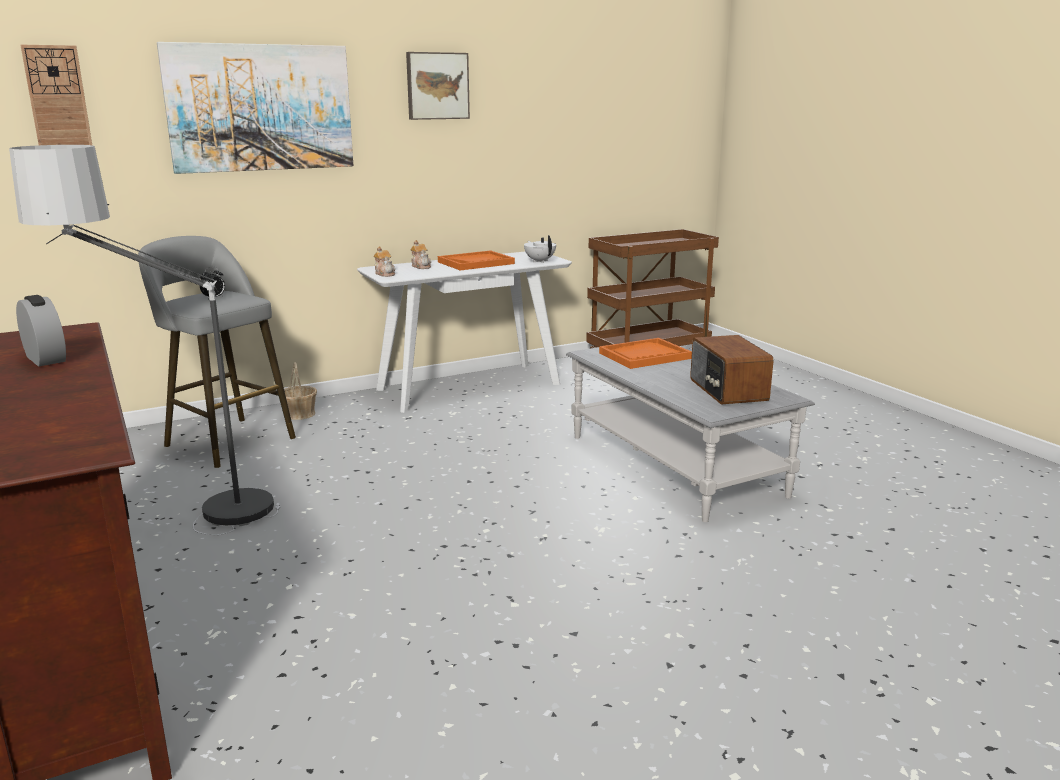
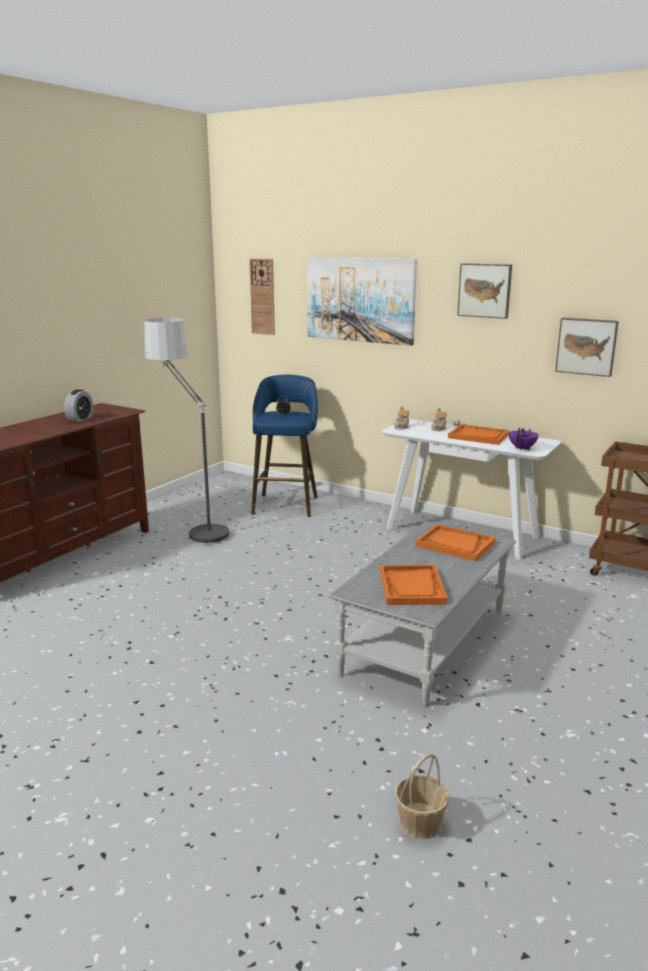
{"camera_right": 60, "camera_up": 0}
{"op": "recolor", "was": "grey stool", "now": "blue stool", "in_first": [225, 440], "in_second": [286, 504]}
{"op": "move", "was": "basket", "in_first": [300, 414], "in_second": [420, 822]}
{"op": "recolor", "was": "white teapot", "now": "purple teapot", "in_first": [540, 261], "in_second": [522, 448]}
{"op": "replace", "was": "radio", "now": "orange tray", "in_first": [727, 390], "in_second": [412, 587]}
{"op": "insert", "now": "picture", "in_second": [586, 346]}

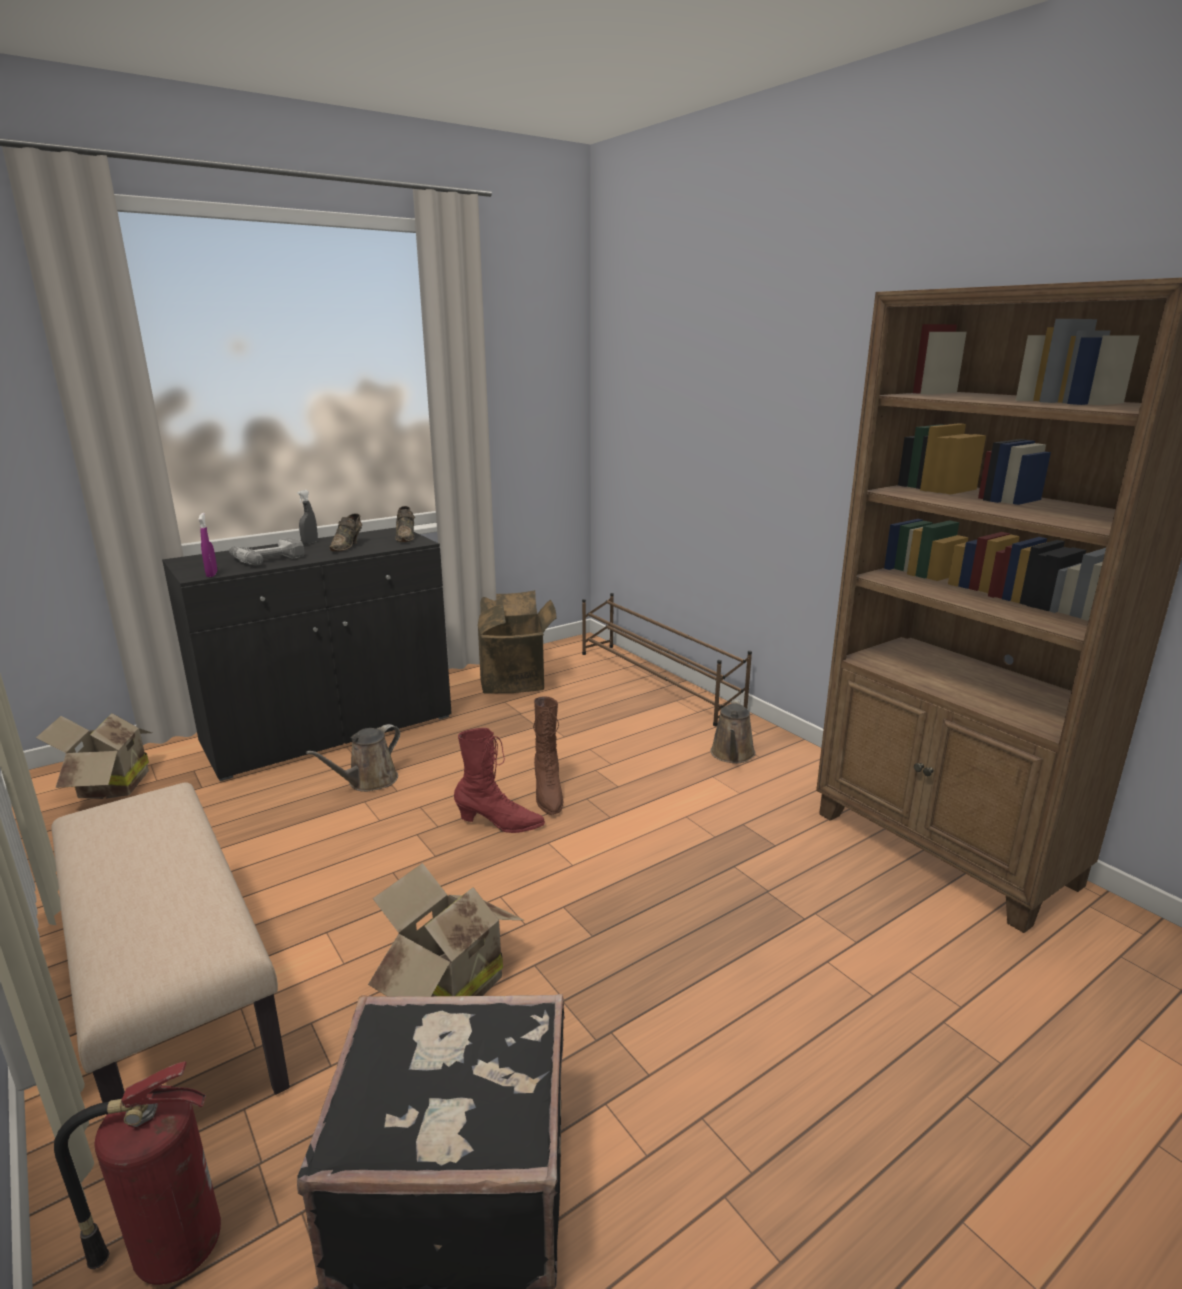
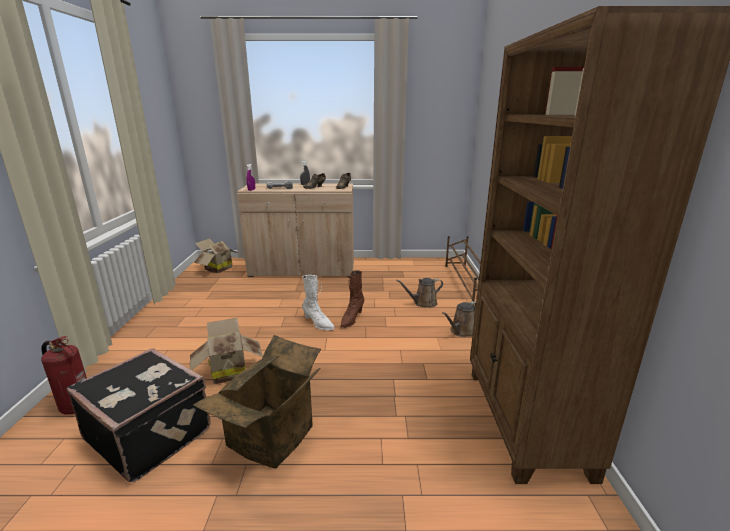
{"camera_right": 35, "camera_up": 0}
{"op": "delete", "was": "beige bench", "in_first": [173, 1000]}
{"op": "recolor", "was": "black cabinet", "now": "beige cabinet", "in_first": [330, 731], "in_second": [302, 270]}
{"op": "move", "was": "brown watering can", "in_first": [369, 782], "in_second": [423, 303]}
{"op": "recolor", "was": "red boot", "now": "white boot", "in_first": [499, 824], "in_second": [318, 323]}
{"op": "move", "was": "cardboard box", "in_first": [516, 680], "in_second": [272, 438]}

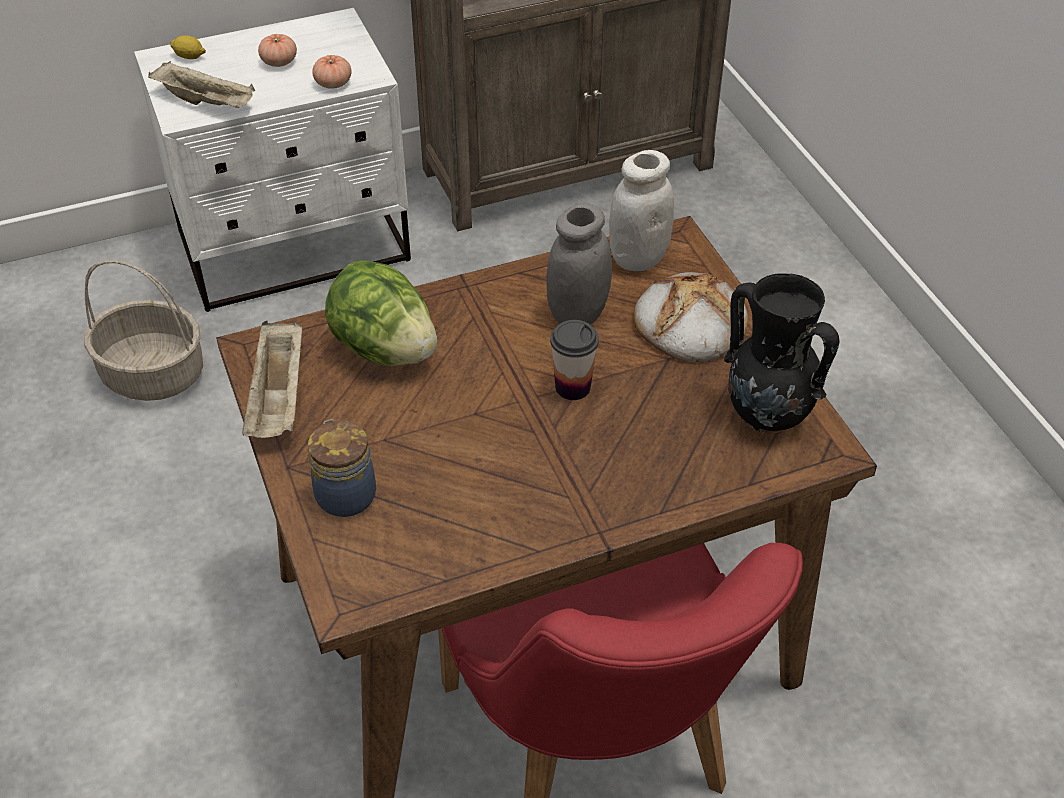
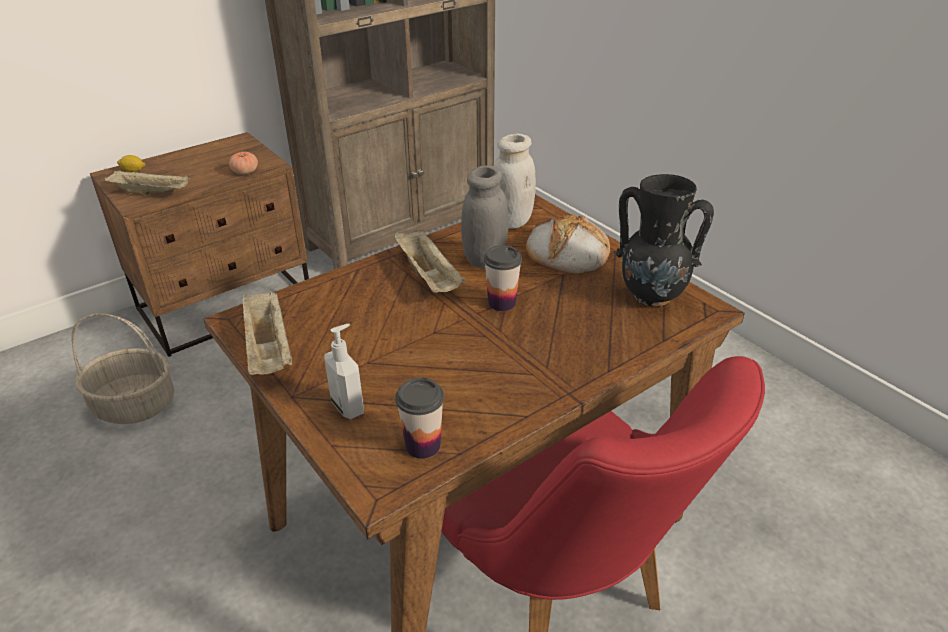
{"camera_right": -15, "camera_up": -10}
{"op": "recolor", "was": "white nightstand", "now": "brown nightstand", "in_first": [295, 247], "in_second": [227, 306]}
{"op": "delete", "was": "tomato", "in_first": [279, 62]}
{"op": "replace", "was": "jar", "now": "soap dispenser", "in_first": [345, 494], "in_second": [348, 406]}
{"op": "delete", "was": "lettuce", "in_first": [384, 349]}
{"op": "insert", "now": "beige tray", "in_second": [430, 277]}
{"op": "insert", "now": "cup", "in_second": [423, 445]}

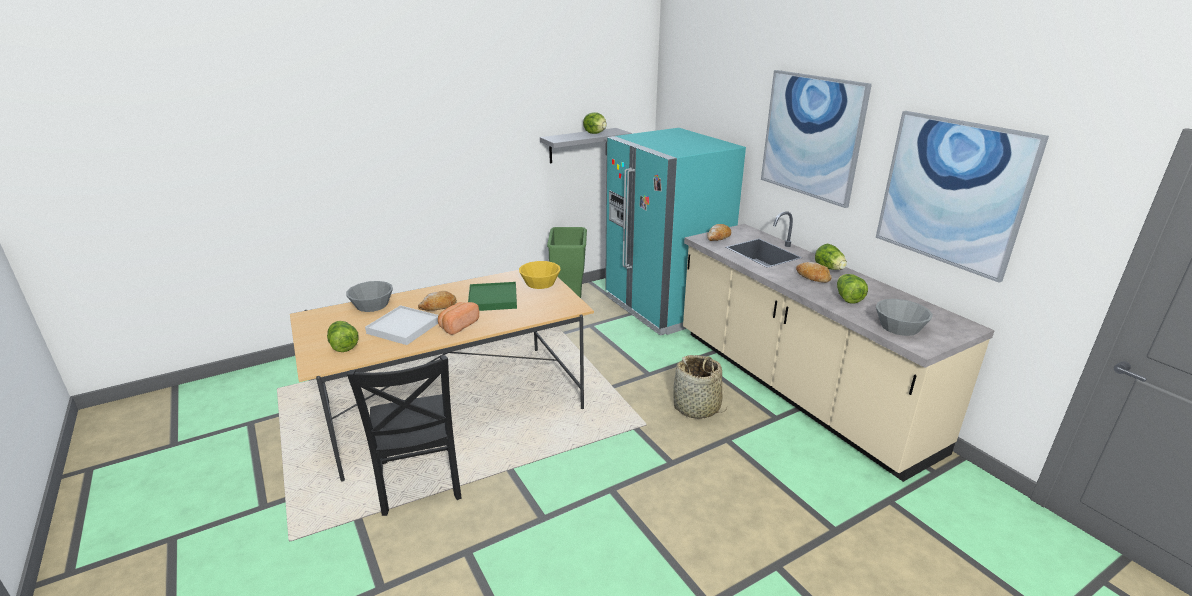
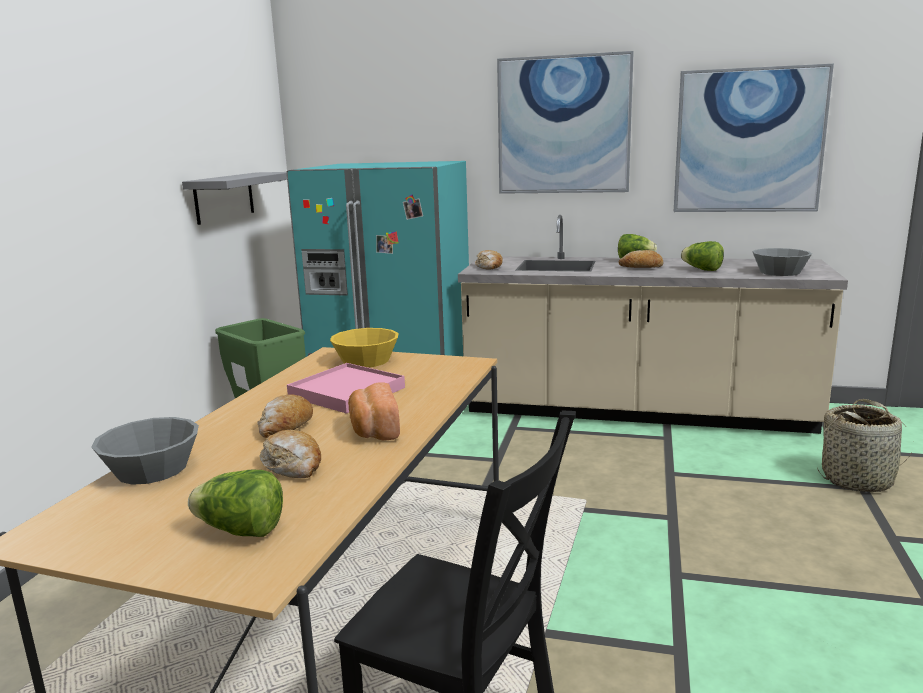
{"camera_right": -45, "camera_up": -10}
{"op": "replace", "was": "white tray", "now": "bread", "in_first": [404, 328], "in_second": [293, 466]}
{"op": "recolor", "was": "green tray", "now": "pink tray", "in_first": [493, 299], "in_second": [347, 392]}
{"op": "delete", "was": "lettuce", "in_first": [595, 133]}
{"op": "move", "was": "basket", "in_first": [697, 407], "in_second": [857, 480]}

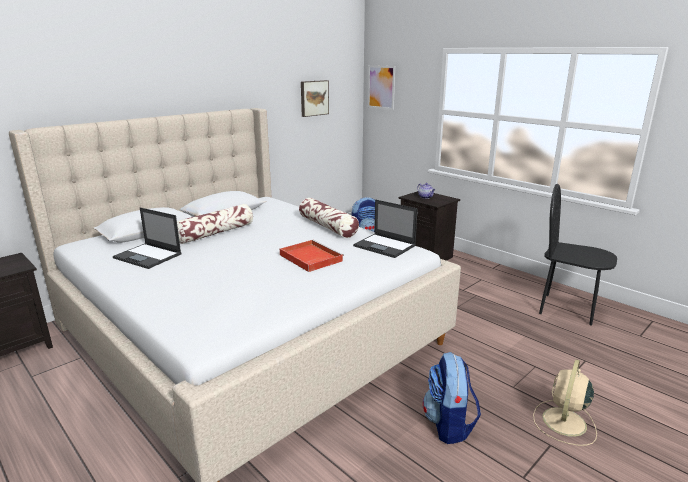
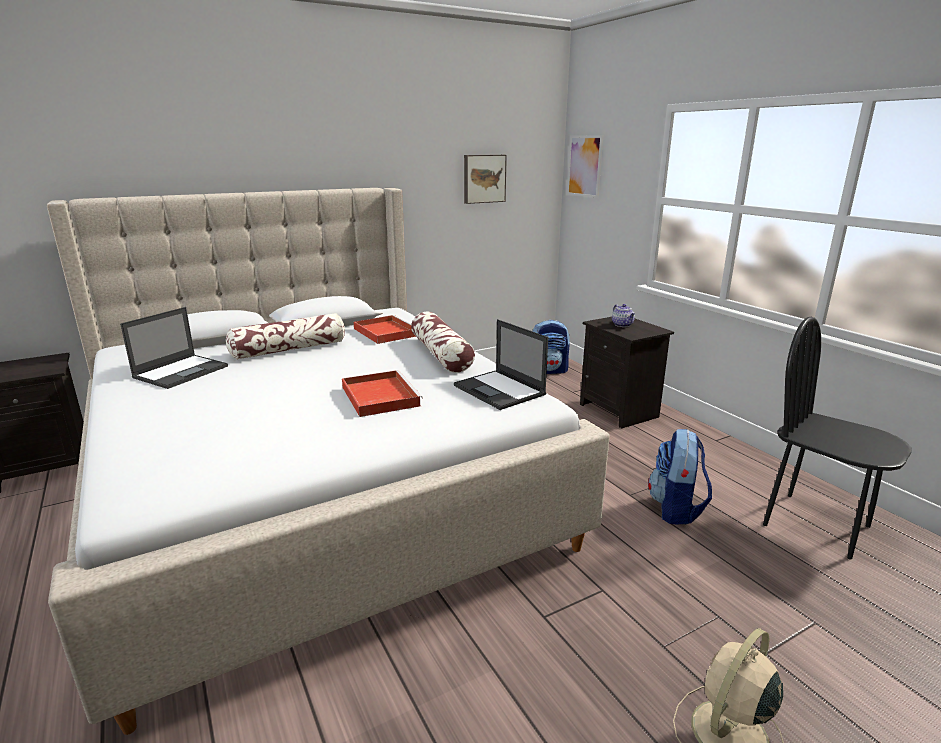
{"camera_right": 15, "camera_up": 0}
{"op": "rotate", "was": "laptop", "in_first": [148, 256], "in_second": [182, 371], "clockwise": -105}
{"op": "move", "was": "backpack", "in_first": [449, 425], "in_second": [676, 509]}
{"op": "insert", "now": "red tray", "in_second": [385, 332]}

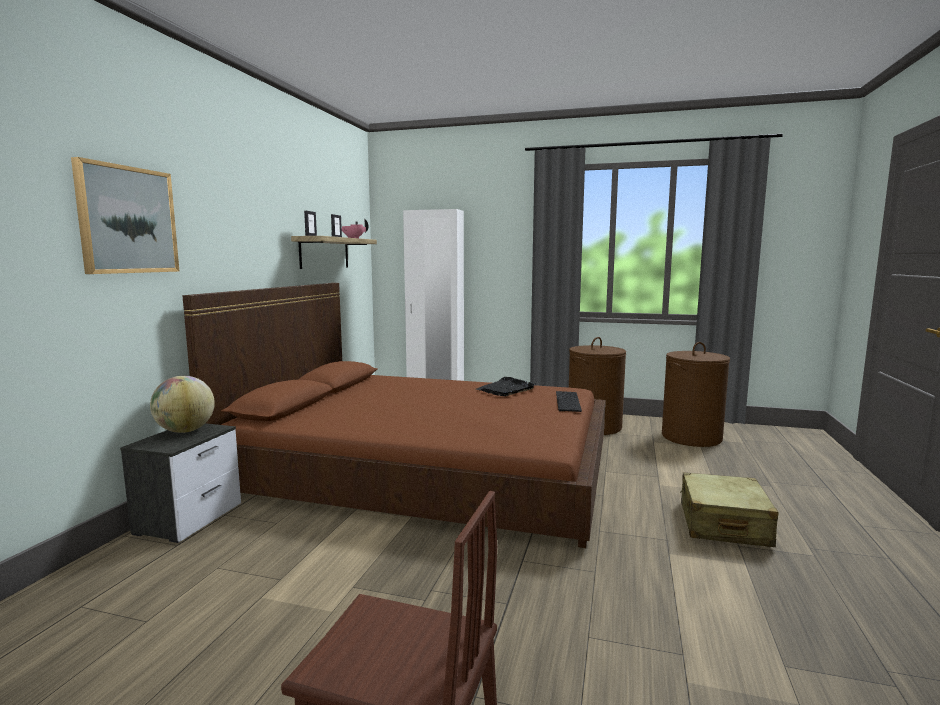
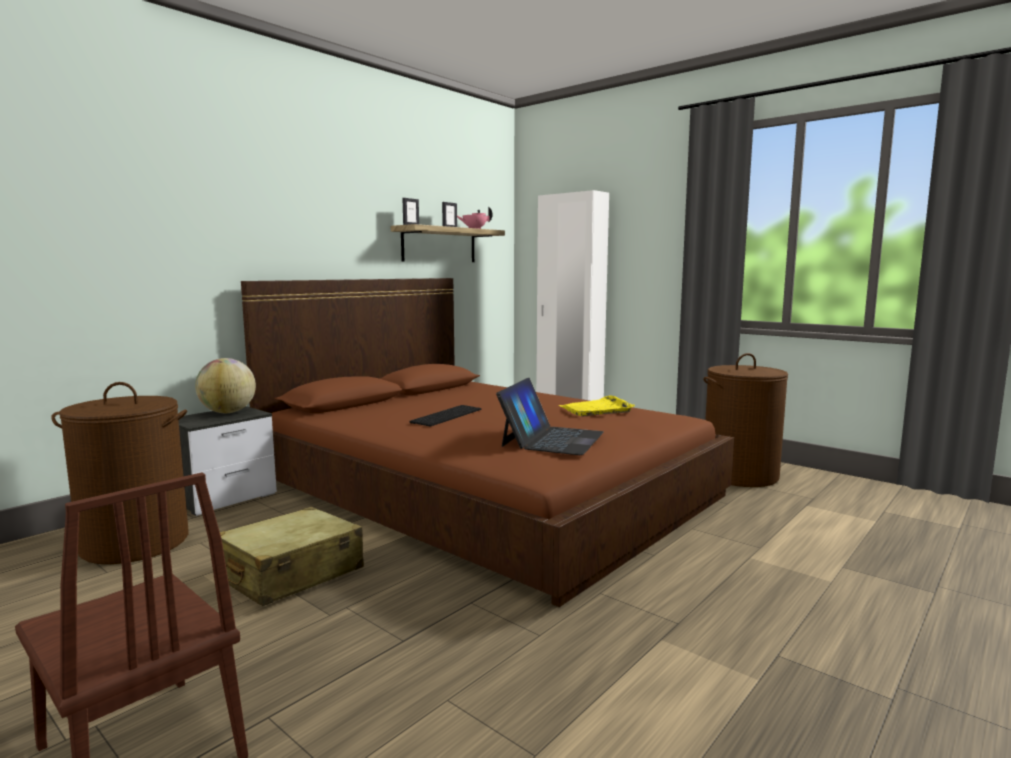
{"camera_right": 25, "camera_up": 0}
{"op": "delete", "was": "picture", "in_first": [127, 220]}
{"op": "recolor", "was": "black tray", "now": "yellow tray", "in_first": [506, 389], "in_second": [596, 409]}
{"op": "move", "was": "keyboard", "in_first": [566, 401], "in_second": [446, 415]}
{"op": "move", "was": "brown laundry basket", "in_first": [691, 437], "in_second": [134, 543]}
{"op": "move", "was": "beige suitcase", "in_first": [723, 524], "in_second": [290, 574]}
{"op": "insert", "now": "laptop", "in_second": [552, 439]}

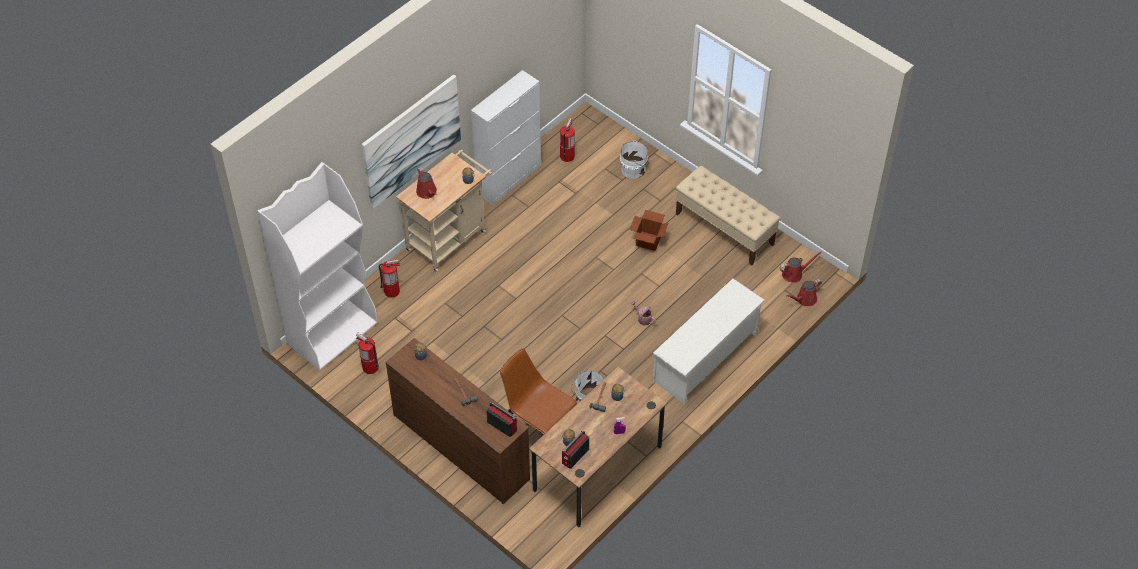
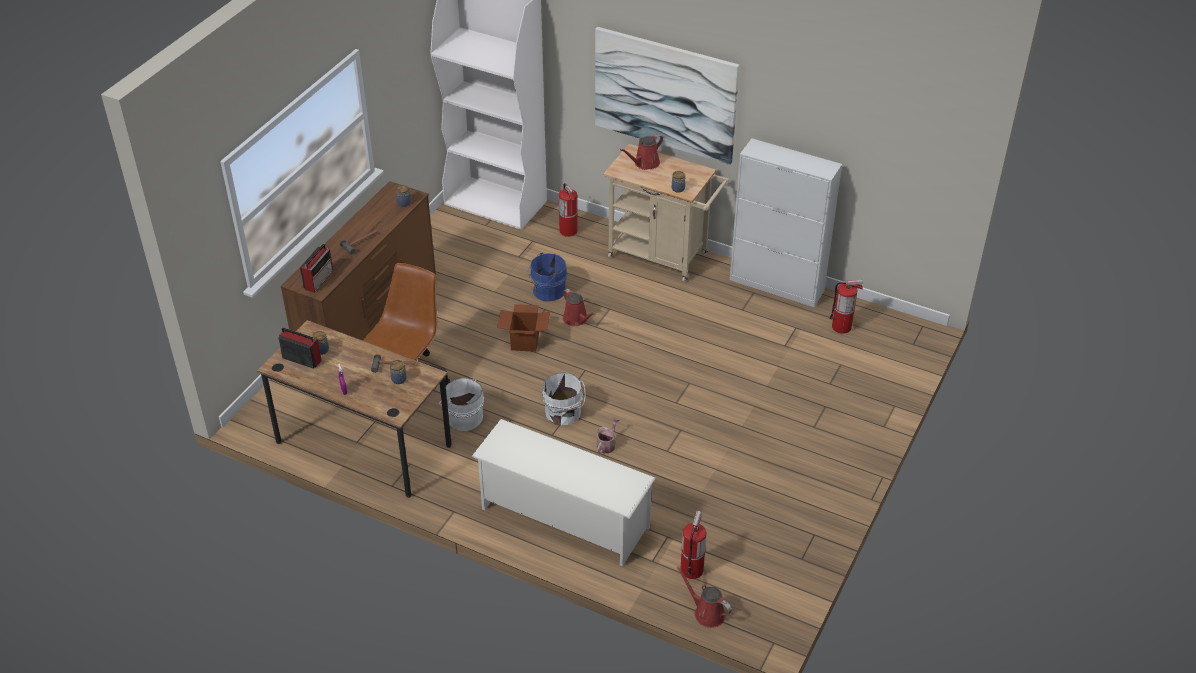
{"camera_right": 75, "camera_up": -10}
{"op": "move", "was": "fire extinguisher", "in_first": [370, 367], "in_second": [691, 569]}
{"op": "move", "was": "white bucket", "in_first": [634, 169], "in_second": [563, 414]}
{"op": "move", "was": "cardboard box", "in_first": [648, 241], "in_second": [525, 342]}
{"op": "delete", "was": "beige bench", "in_first": [725, 229]}
{"op": "move", "was": "red watering can", "in_first": [794, 274], "in_second": [577, 319]}
{"op": "insert", "now": "blue bucket", "in_second": [547, 291]}

